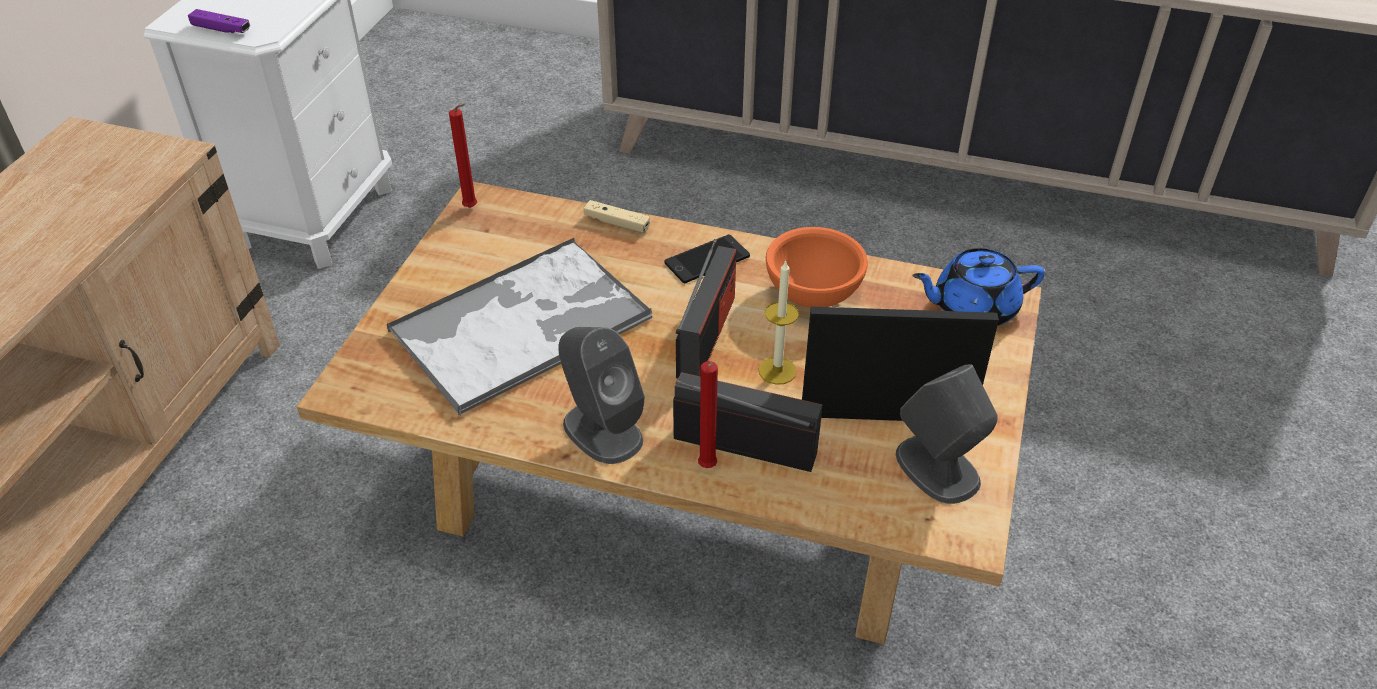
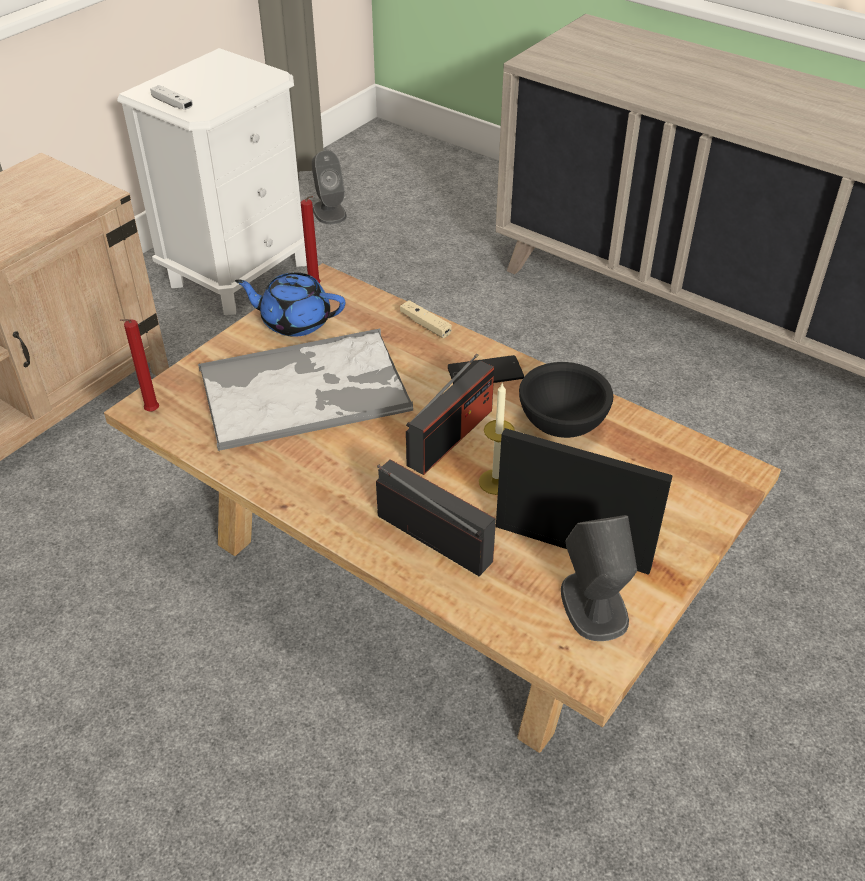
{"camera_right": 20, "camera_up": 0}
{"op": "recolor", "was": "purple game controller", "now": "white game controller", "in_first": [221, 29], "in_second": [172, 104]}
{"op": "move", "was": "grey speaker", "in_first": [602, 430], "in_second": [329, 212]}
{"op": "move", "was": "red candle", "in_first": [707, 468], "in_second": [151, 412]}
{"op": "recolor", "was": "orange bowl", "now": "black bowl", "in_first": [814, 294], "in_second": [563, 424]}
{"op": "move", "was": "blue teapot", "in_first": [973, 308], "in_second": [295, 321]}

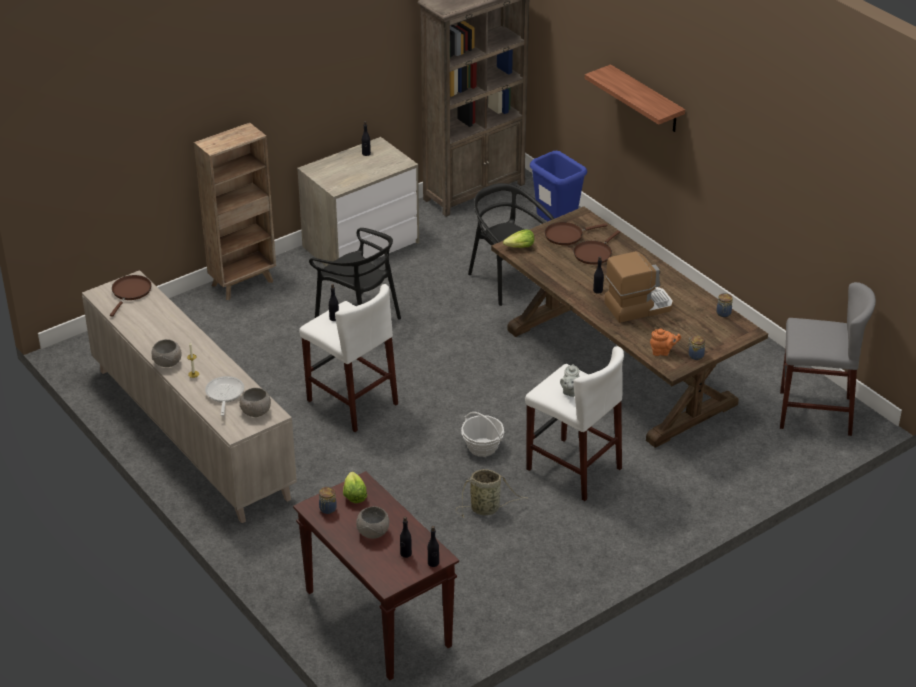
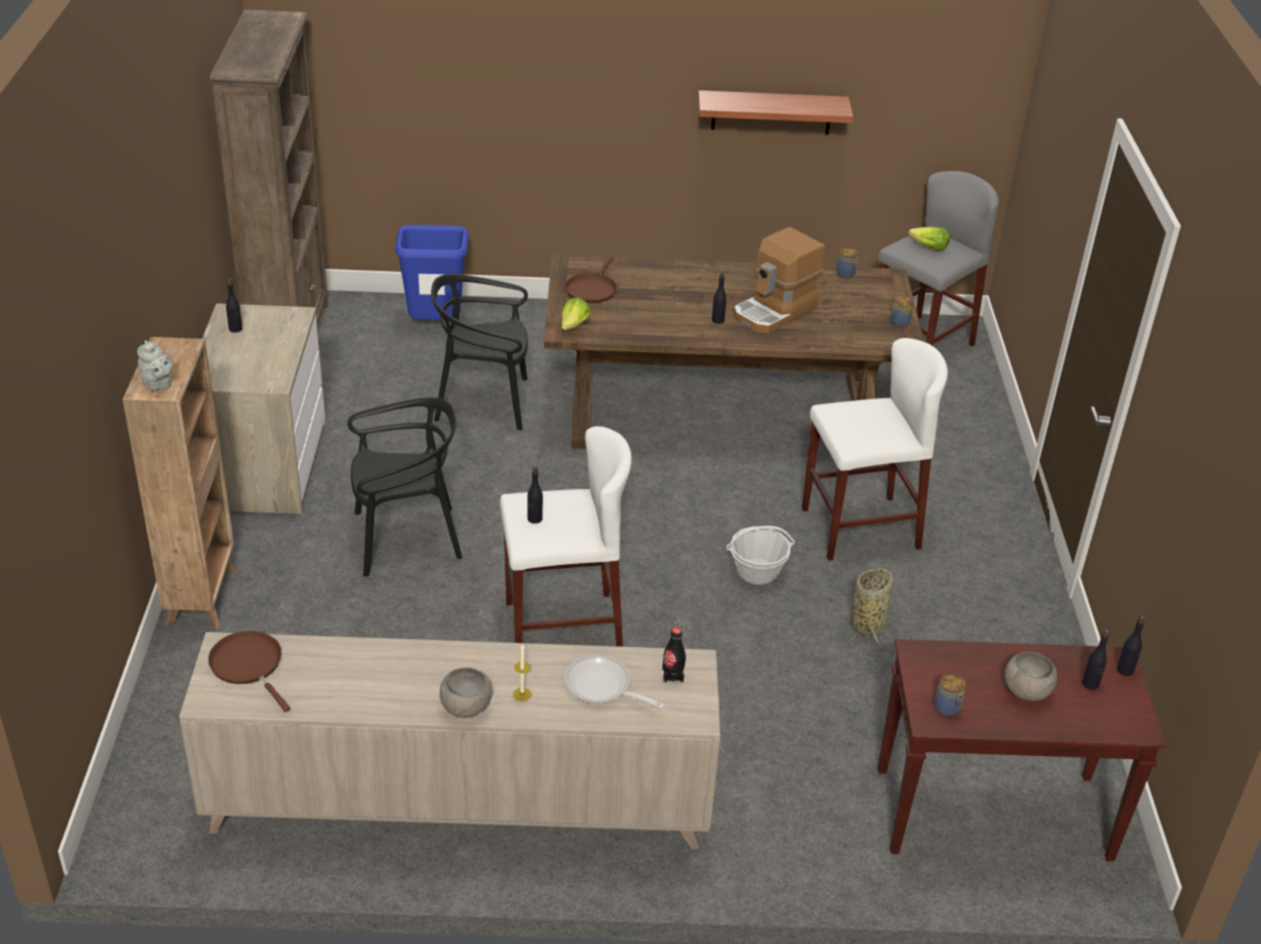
{"camera_right": -55, "camera_up": 0}
{"op": "replace", "was": "grey bowl", "now": "black bottle", "in_first": [256, 412], "in_second": [672, 675]}
{"op": "move", "was": "lettuce", "in_first": [354, 495], "in_second": [928, 247]}
{"op": "move", "was": "grey teapot", "in_first": [570, 391], "in_second": [158, 385]}
{"op": "delete", "was": "brown frying pan", "in_first": [594, 253]}
{"op": "move", "was": "shelf", "in_first": [646, 99], "in_second": [771, 112]}
{"op": "rotate", "was": "coffee machine", "in_first": [638, 306], "in_second": [775, 312], "clockwise": -150}
{"op": "delete", "was": "orange teapot", "in_first": [662, 352]}

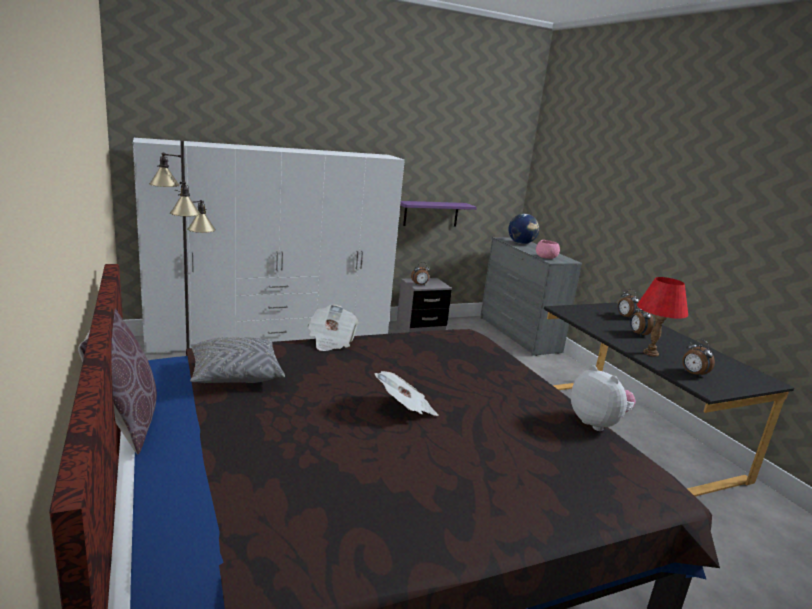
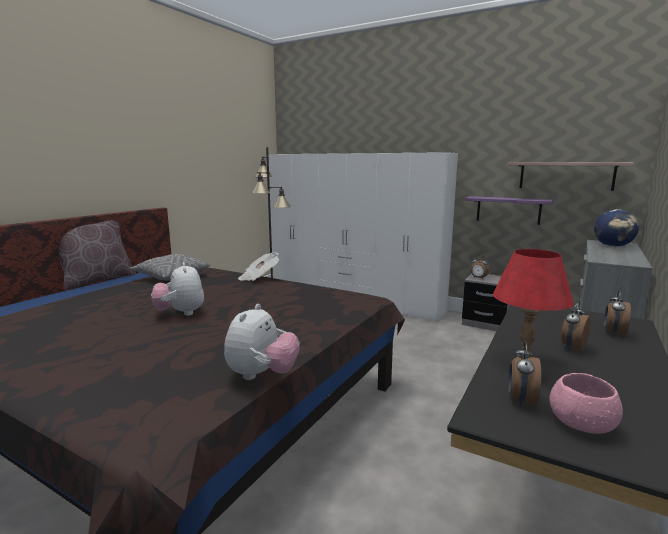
{"camera_right": 55, "camera_up": -5}
{"op": "replace", "was": "newspaper", "now": "plush toy", "in_first": [405, 409], "in_second": [180, 313]}
{"op": "move", "was": "pink bowl", "in_first": [546, 257], "in_second": [581, 423]}
{"op": "insert", "now": "shelf", "in_second": [566, 175]}

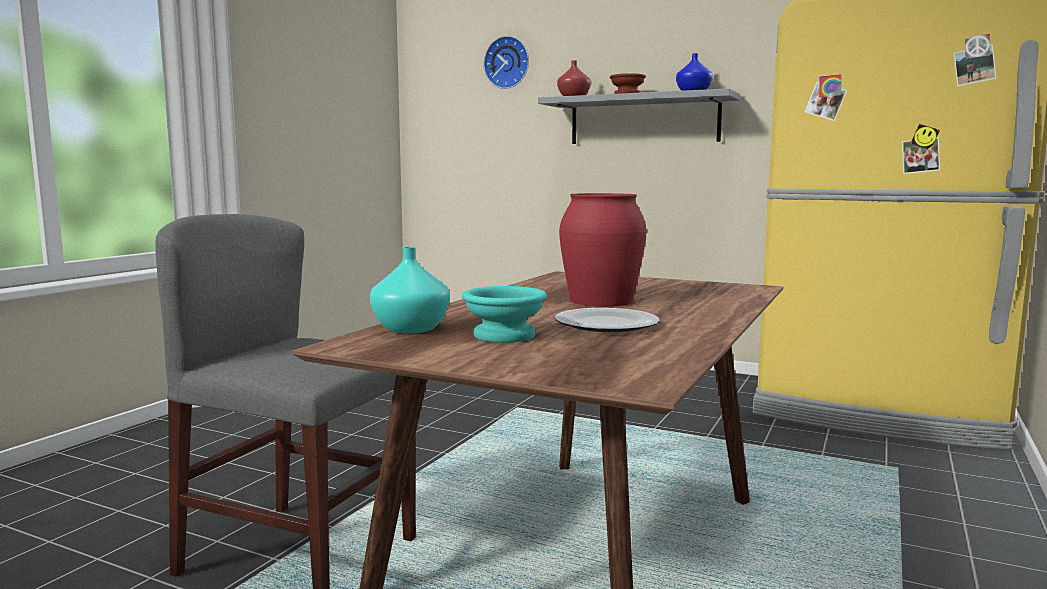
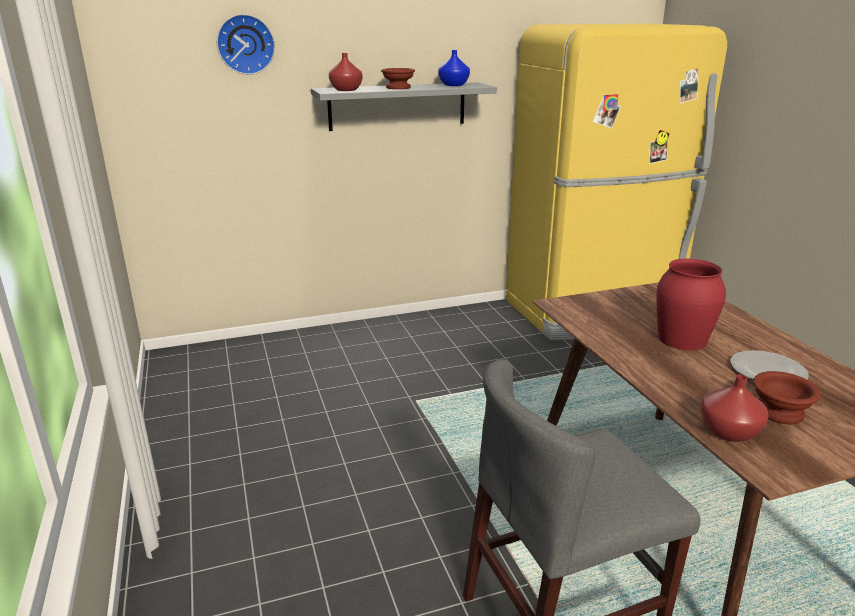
{"camera_right": -45, "camera_up": 15}
{"op": "recolor", "was": "turquoise vase", "now": "red vase", "in_first": [410, 329], "in_second": [730, 432]}
{"op": "recolor", "was": "turquoise bowl", "now": "brown bowl", "in_first": [503, 336], "in_second": [781, 413]}

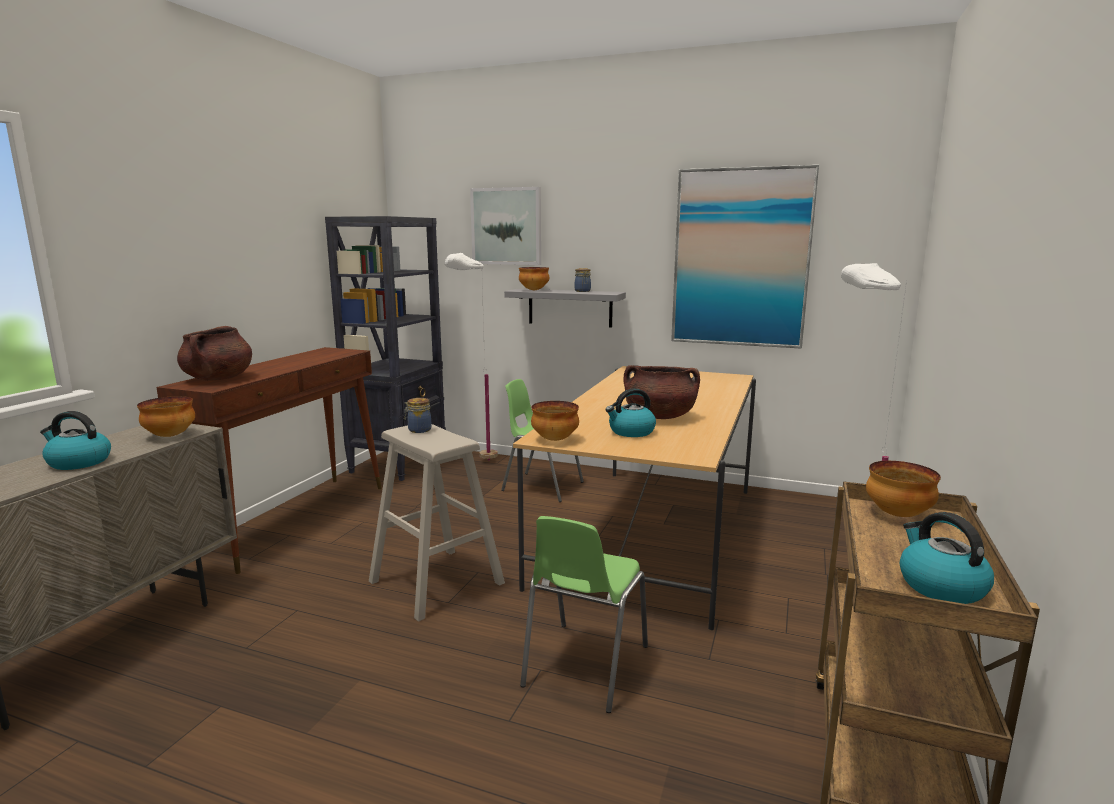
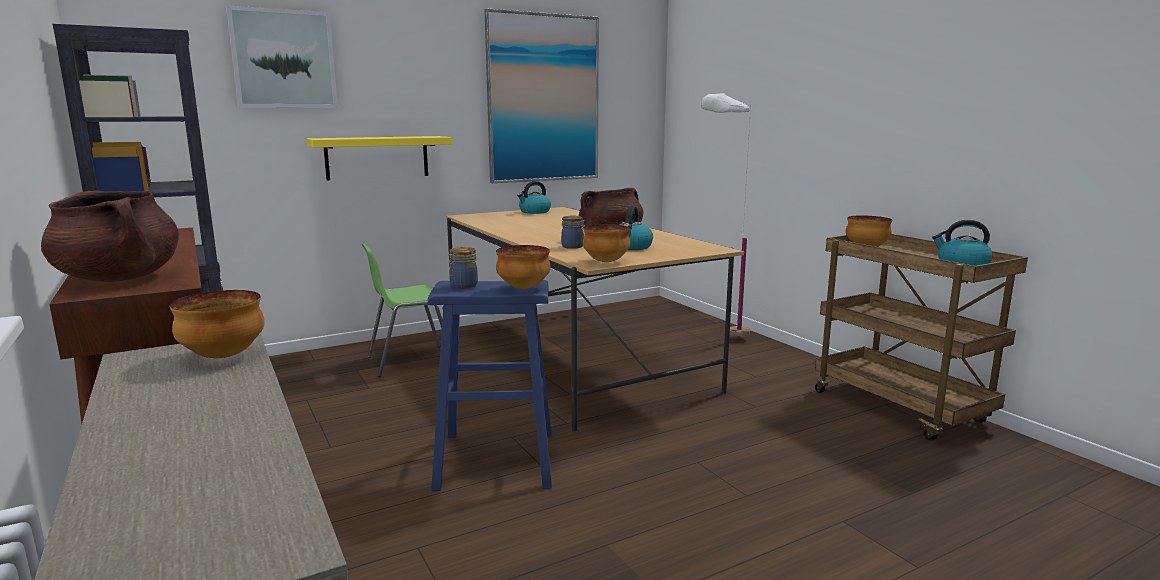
{"camera_right": -50, "camera_up": 0}
{"op": "move", "was": "kettle", "in_first": [78, 462], "in_second": [534, 212]}
{"op": "recolor", "was": "beige stool", "now": "blue stool", "in_first": [437, 582], "in_second": [496, 459]}
{"op": "delete", "was": "white floor lamp", "in_first": [476, 464]}
{"op": "recolor", "was": "grey shelf", "now": "yellow shelf", "in_first": [570, 307], "in_second": [377, 157]}
{"op": "move", "was": "bowl", "in_first": [534, 290], "in_second": [523, 288]}
{"op": "delete", "was": "green chair", "in_first": [584, 666]}
{"op": "move", "was": "jar", "in_first": [582, 291], "in_second": [573, 247]}

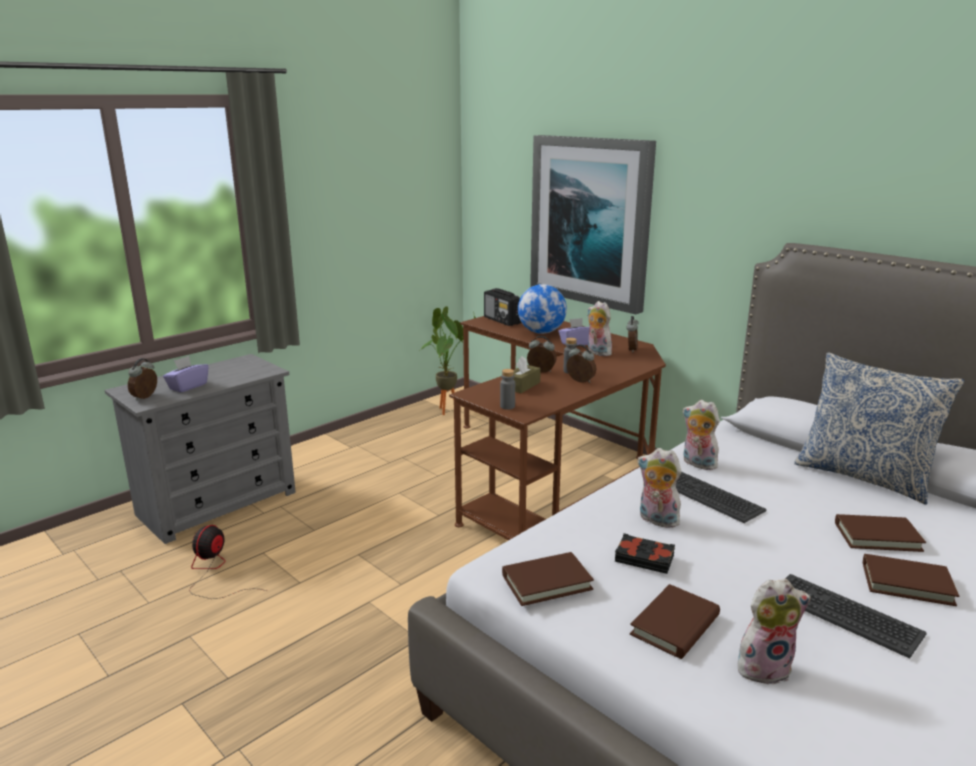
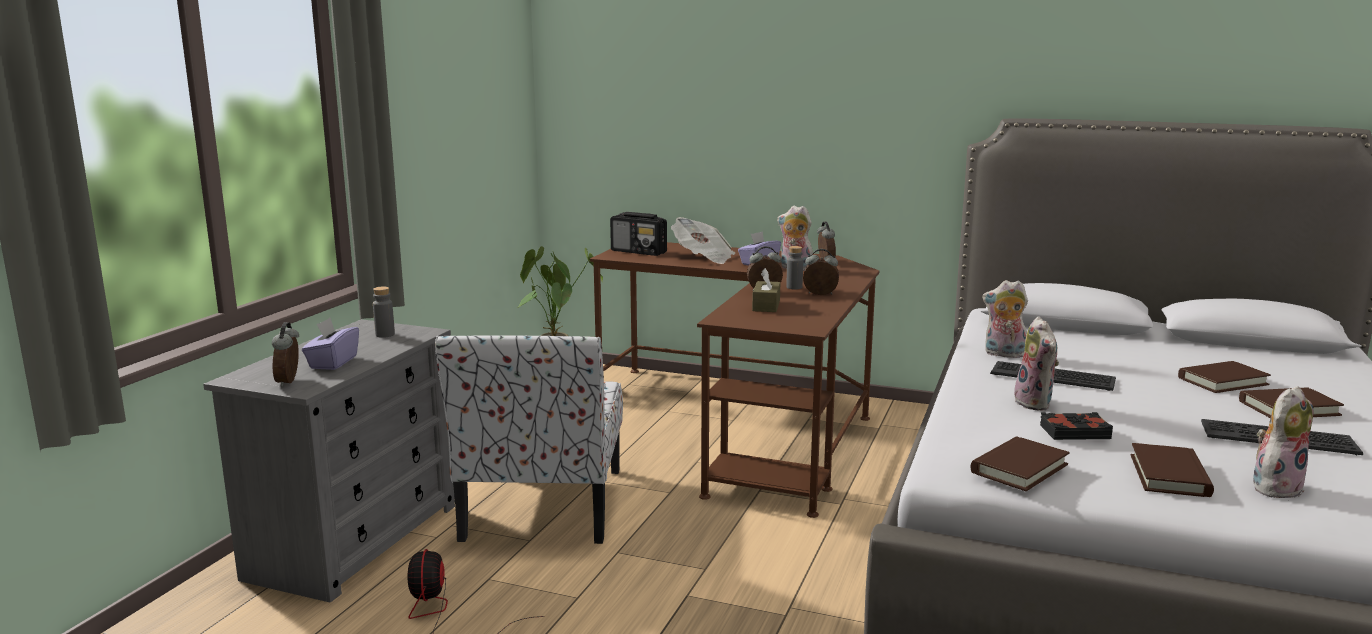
{"camera_right": -25, "camera_up": -5}
{"op": "move", "was": "grey bottle", "in_first": [507, 406], "in_second": [385, 334]}
{"op": "replace", "was": "globe", "now": "newspaper", "in_first": [541, 332], "in_second": [703, 258]}
{"op": "delete", "was": "picture", "in_first": [591, 221]}
{"op": "rotate", "was": "plush toy", "in_first": [656, 520], "in_second": [1036, 403], "clockwise": -105}
{"op": "delete", "was": "pillow", "in_first": [863, 476]}
{"op": "insert", "now": "chair", "in_second": [542, 506]}

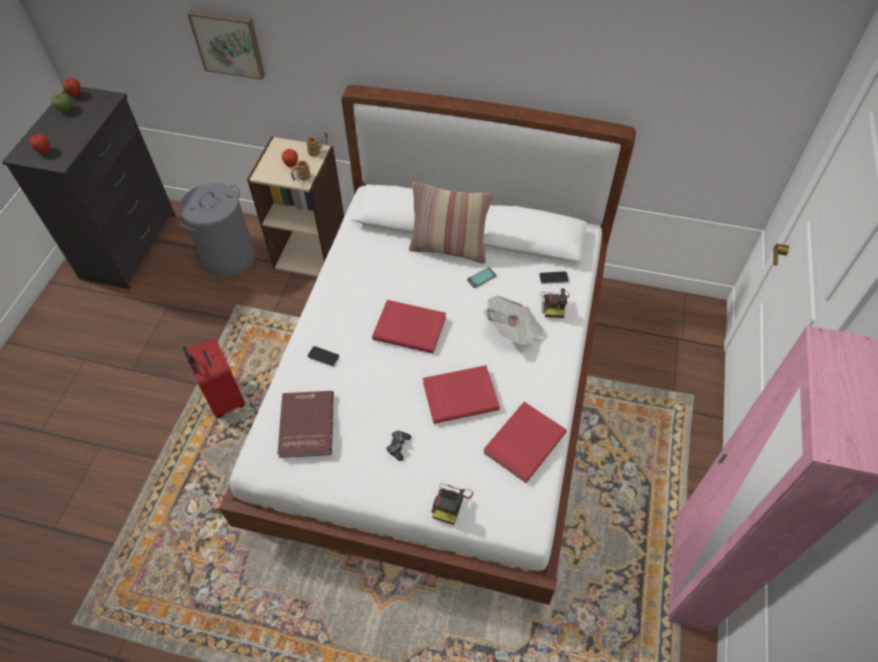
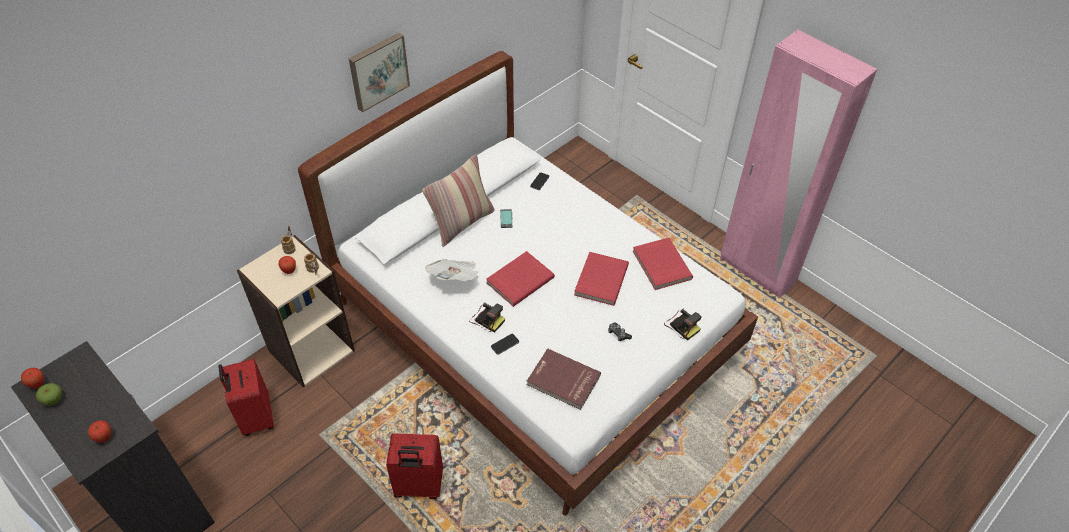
{"camera_right": -60, "camera_up": -5}
{"op": "replace", "was": "grey laundry basket", "now": "red suitcase", "in_first": [229, 257], "in_second": [256, 417]}
{"op": "move", "was": "picture", "in_first": [229, 43], "in_second": [378, 71]}
{"op": "move", "was": "newspaper", "in_first": [514, 331], "in_second": [455, 278]}
{"op": "move", "was": "photo camera", "in_first": [554, 304], "in_second": [487, 319]}

